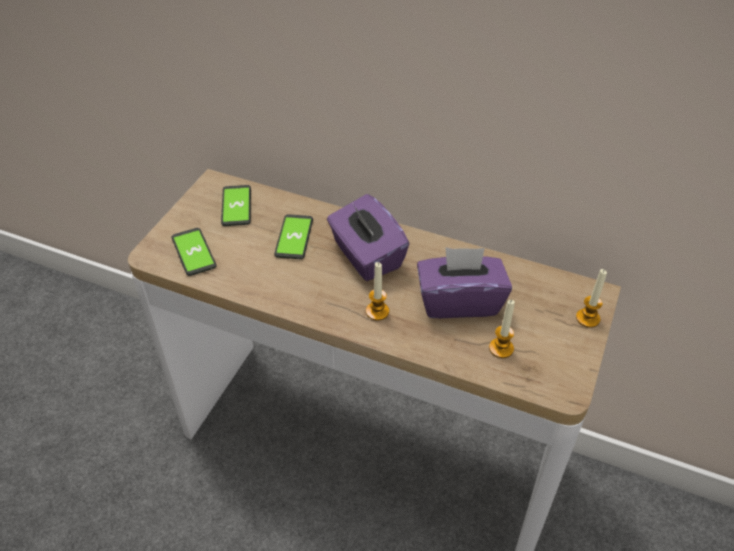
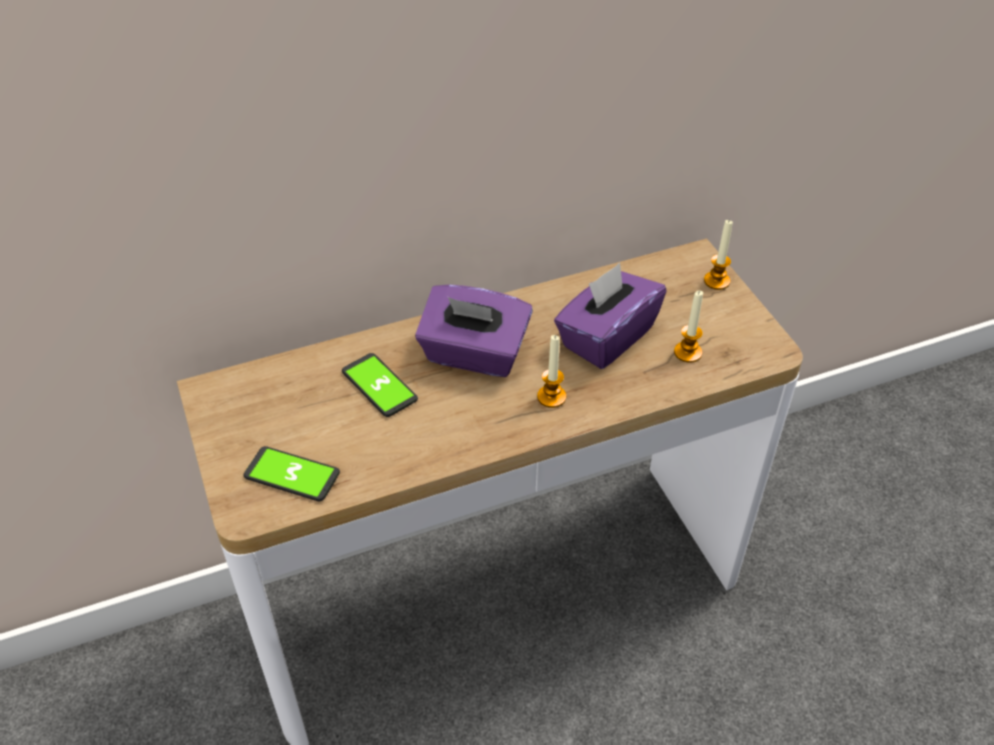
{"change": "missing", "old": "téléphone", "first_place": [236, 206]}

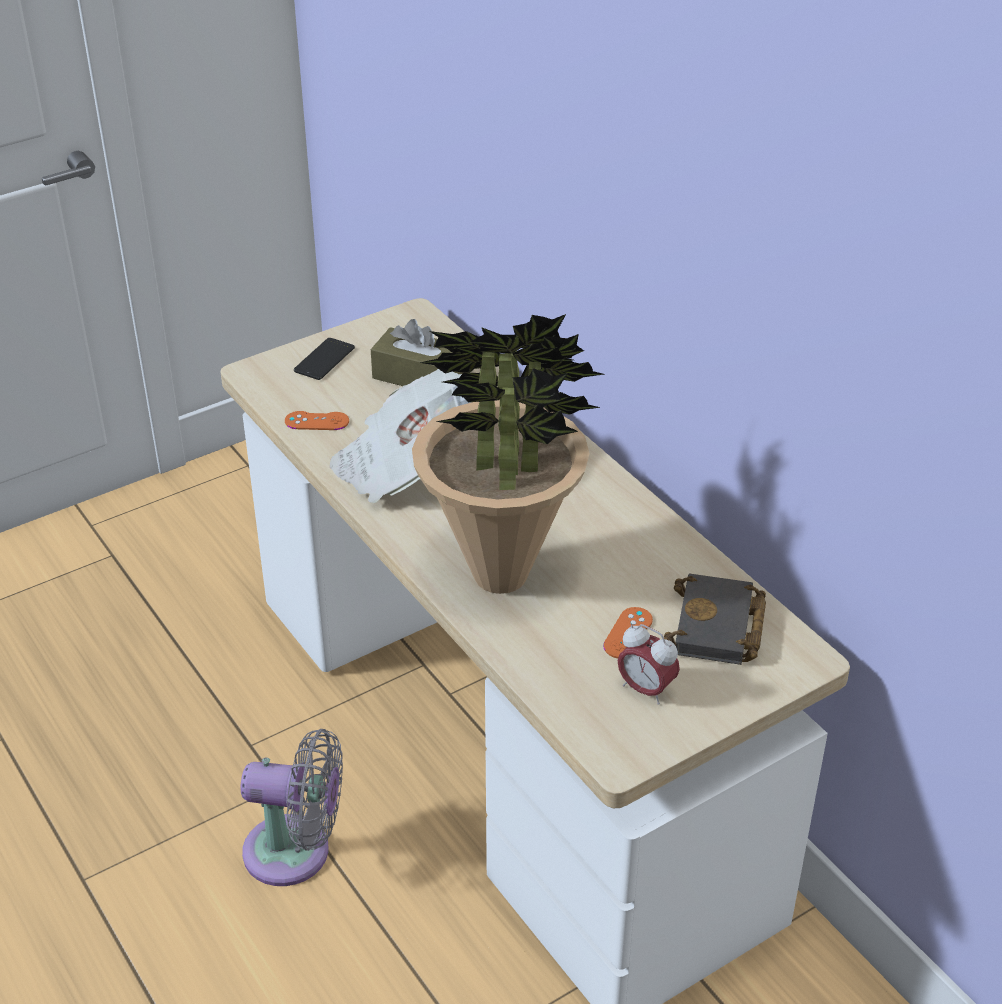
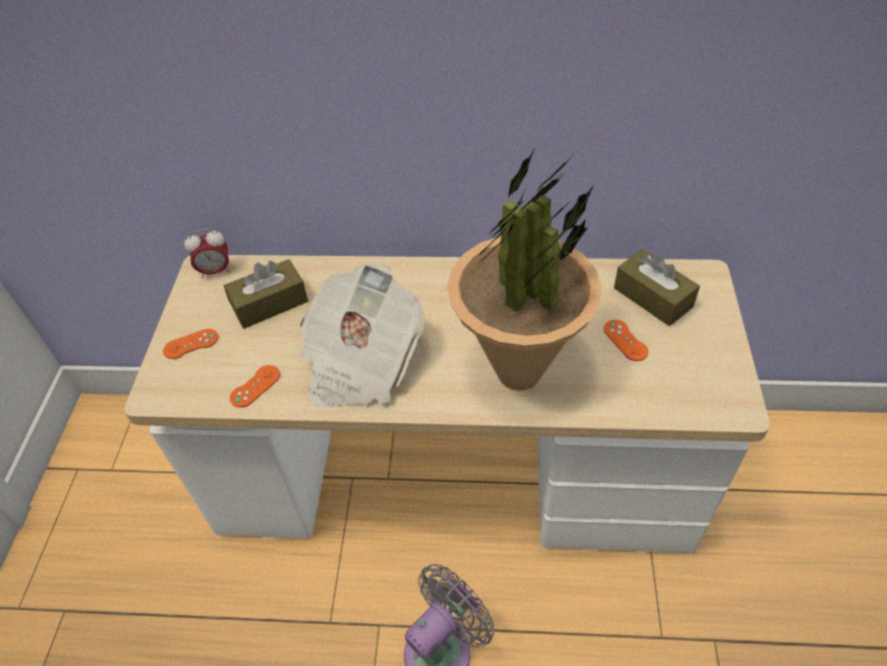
{"change": "relocated", "old": "réveil", "first_place": [646, 689], "second_place": [215, 271]}
{"change": "exchanged", "old": "téléphone", "new": "manette (orange)", "first_place": [324, 359], "second_place": [191, 344]}
{"change": "exchanged", "old": "livre (noir)", "new": "boîte à mouchoirs (marron)", "first_place": [718, 629], "second_place": [652, 297]}

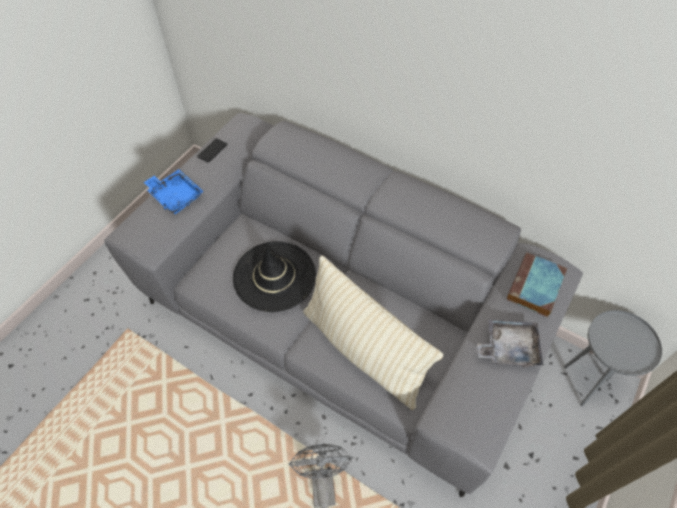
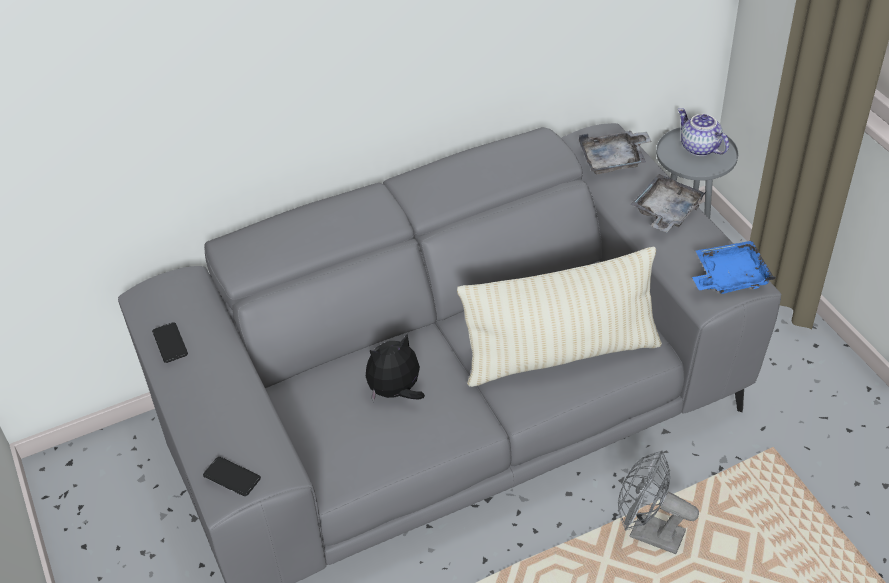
{"change": "appeared", "new": "téléphone", "second_place": [232, 477]}
{"change": "appeared", "new": "théière", "second_place": [698, 148]}
{"change": "relocated", "old": "plateau (bleu)", "first_place": [175, 196], "second_place": [729, 277]}
{"change": "exchanged", "old": "chapeau (noir)", "new": "peluche", "first_place": [274, 276], "second_place": [396, 392]}
{"change": "exchanged", "old": "livre", "new": "plateau (gris)", "first_place": [535, 288], "second_place": [614, 160]}

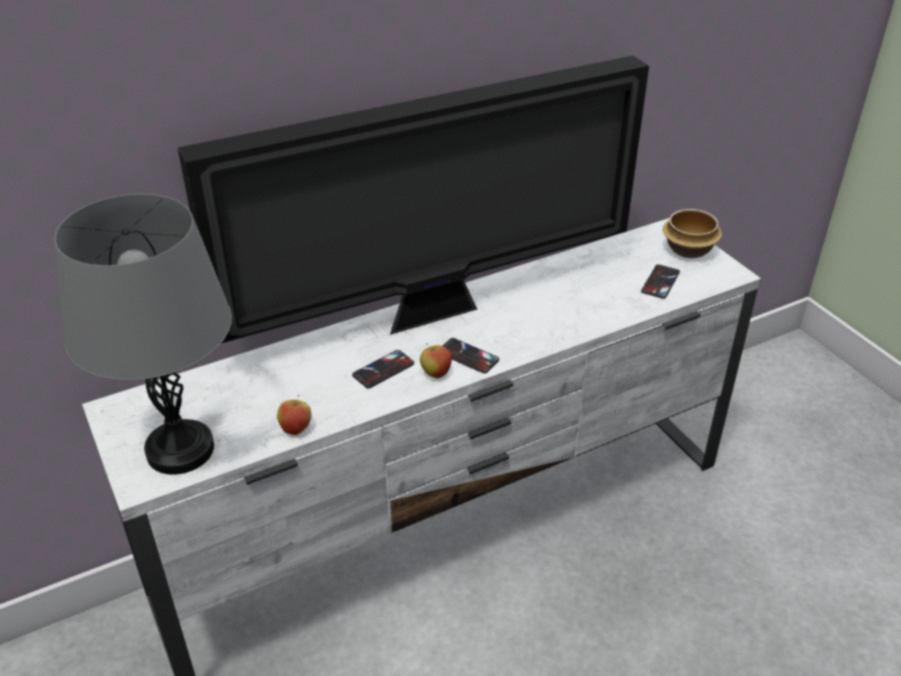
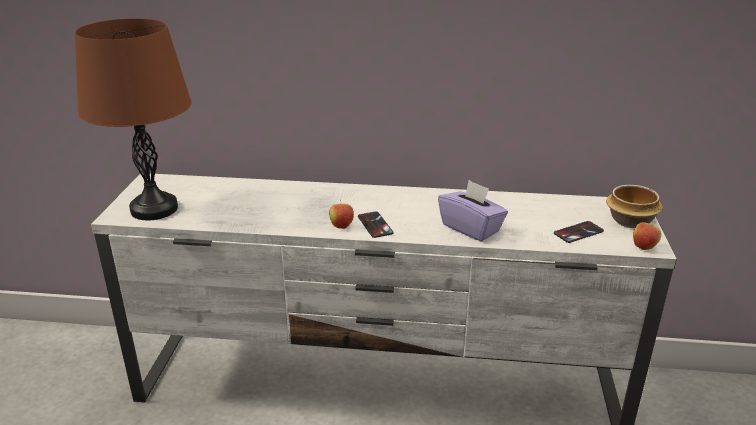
{"change": "missing", "old": "téléviseur", "first_place": [435, 312]}
{"change": "missing", "old": "téléphone", "first_place": [383, 369]}
{"change": "appeared", "new": "boîte à mouchoirs (violet)", "second_place": [471, 228]}
{"change": "relocated", "old": "pomme", "first_place": [296, 429], "second_place": [644, 247]}
{"change": "colour", "old": "lampe de table (gris)", "new": "lampe de table (marron)", "first_place": [180, 450], "second_place": [154, 209]}

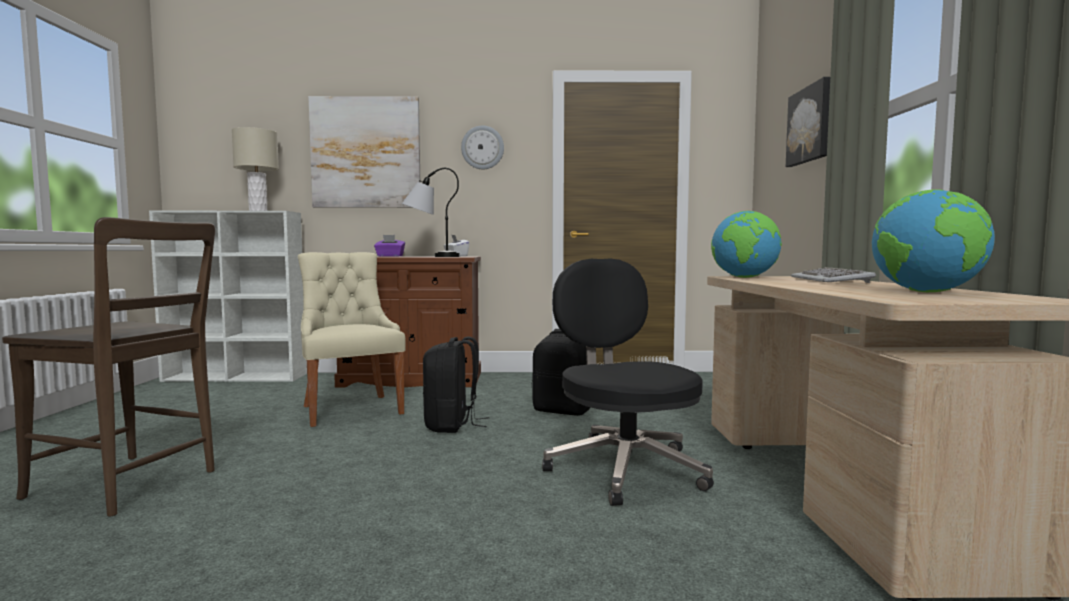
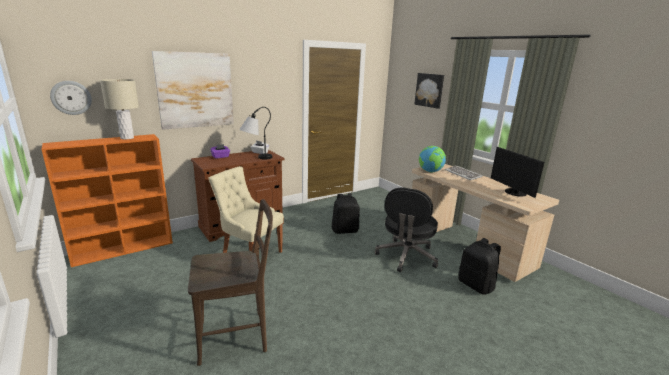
{"change": "relocated", "old": "sac à dos (noir)", "first_place": [452, 425], "second_place": [476, 285]}
{"change": "relocated", "old": "horloge murale", "first_place": [482, 147], "second_place": [71, 97]}
{"change": "exchanged", "old": "globe", "new": "écran d'ordinateur", "first_place": [927, 292], "second_place": [513, 193]}
{"change": "colour", "old": "bibliothèque (blanc)", "new": "bibliothèque (orange)", "first_place": [237, 377], "second_place": [124, 249]}
{"change": "spun", "old": "chaise de bureau (noir)", "first_place": [624, 468], "second_place": [406, 256], "degrees": -105}

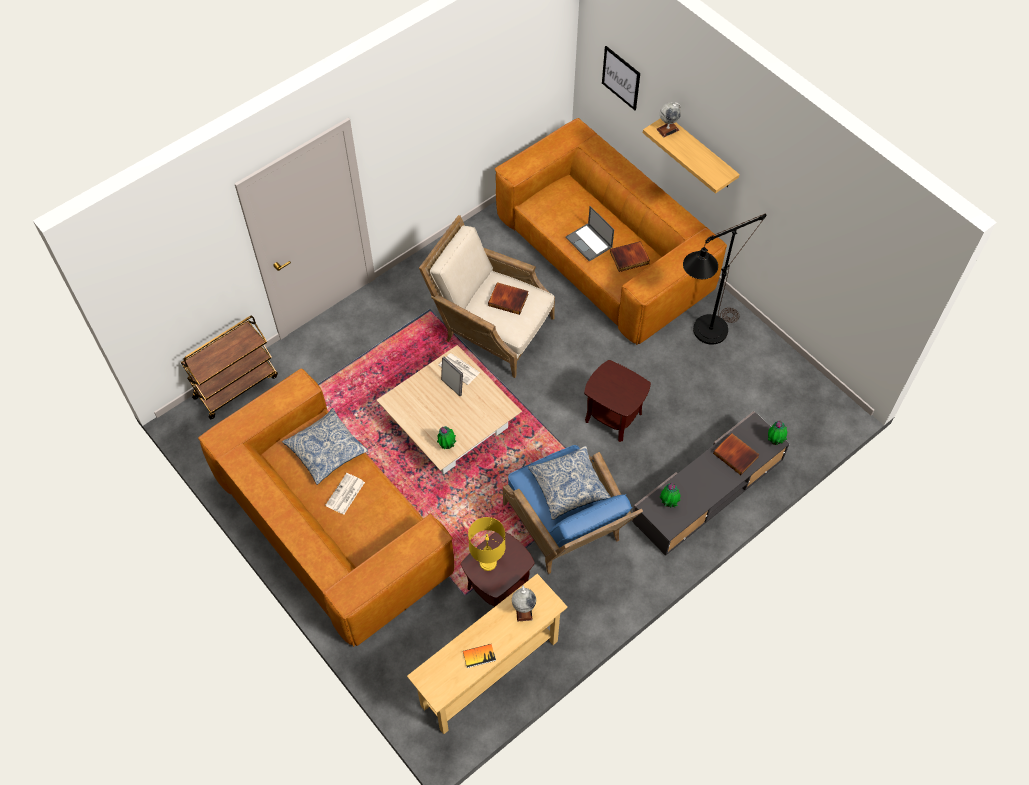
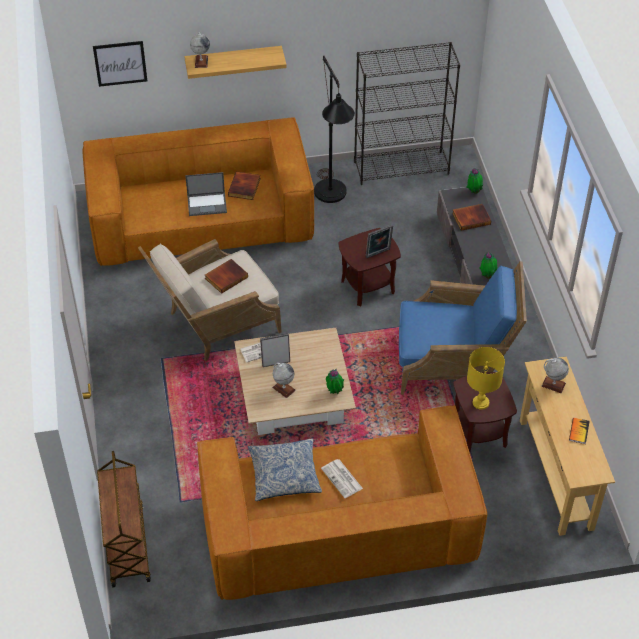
{"change": "missing", "old": "coussin", "first_place": [568, 486]}
{"change": "appeared", "new": "globe", "second_place": [283, 388]}
{"change": "appeared", "new": "bibliothèque (noir)", "second_place": [402, 167]}
{"change": "appeared", "new": "cadre photo", "second_place": [378, 254]}

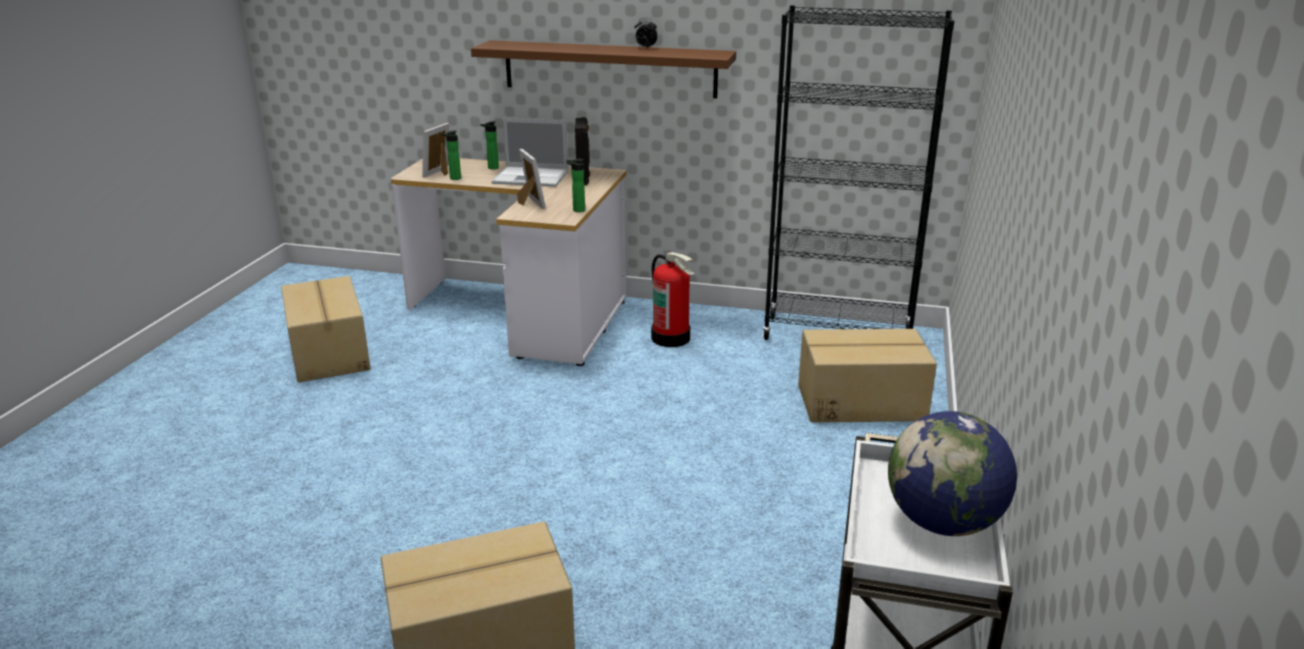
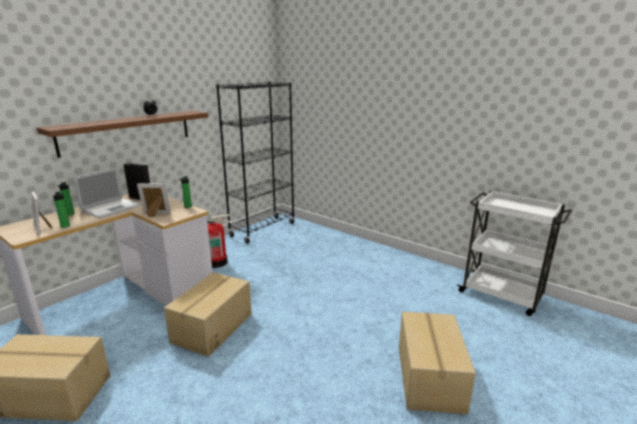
{"change": "missing", "old": "globe", "first_place": [943, 523]}
{"change": "relocated", "old": "carton", "first_place": [860, 402], "second_place": [211, 327]}

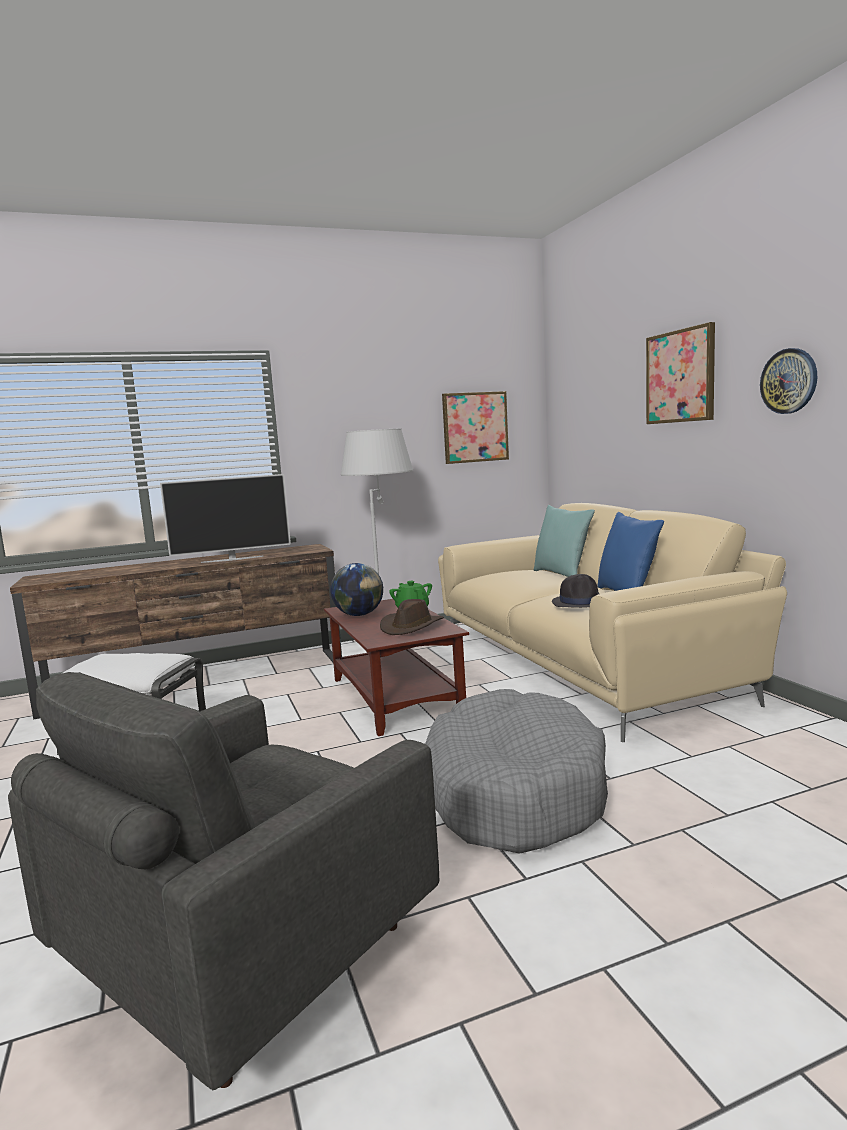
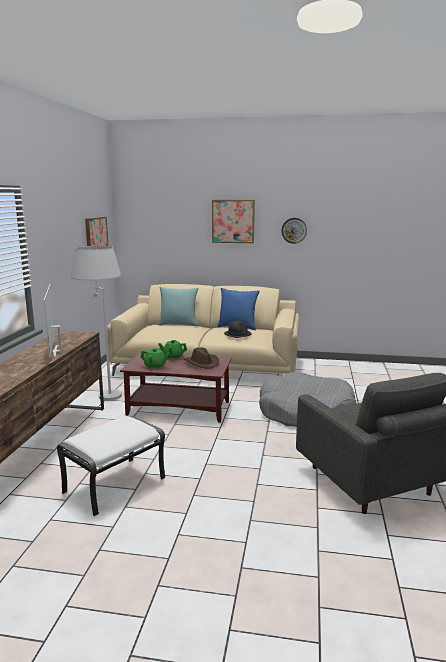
{"change": "exchanged", "old": "globe", "new": "théière (vert)", "first_place": [358, 615], "second_place": [155, 366]}
{"change": "spun", "old": "téléviseur", "first_place": [232, 559], "second_place": [57, 351], "degrees": 150}

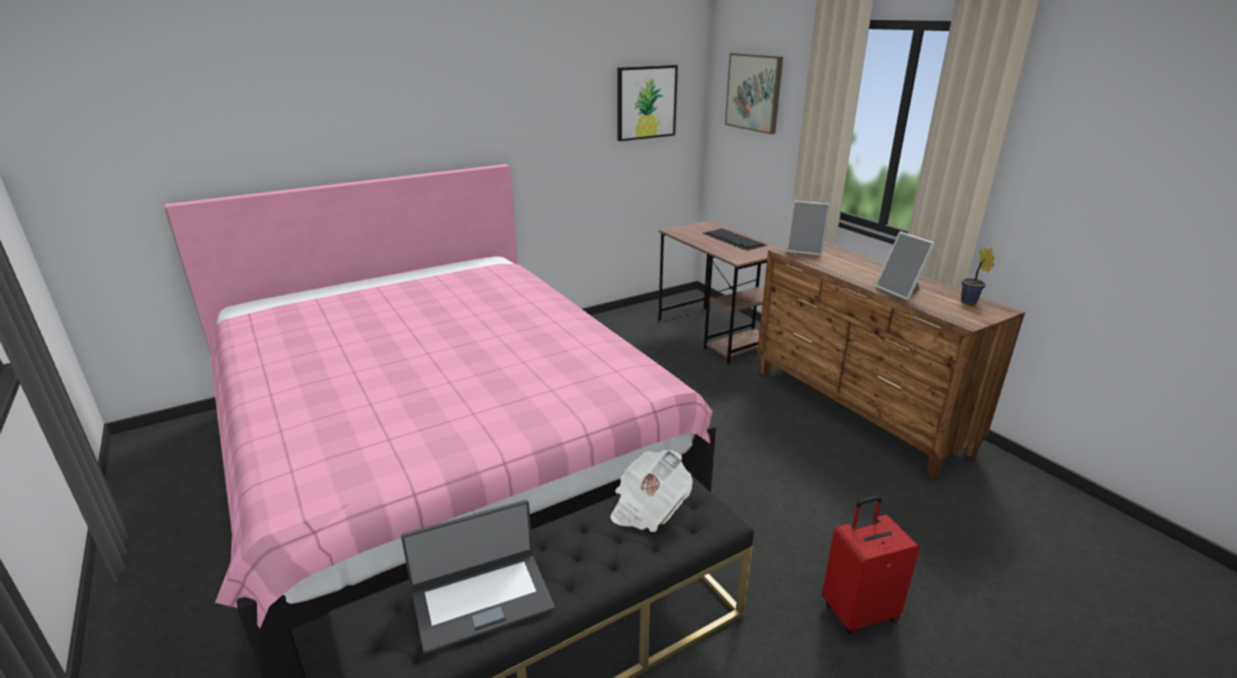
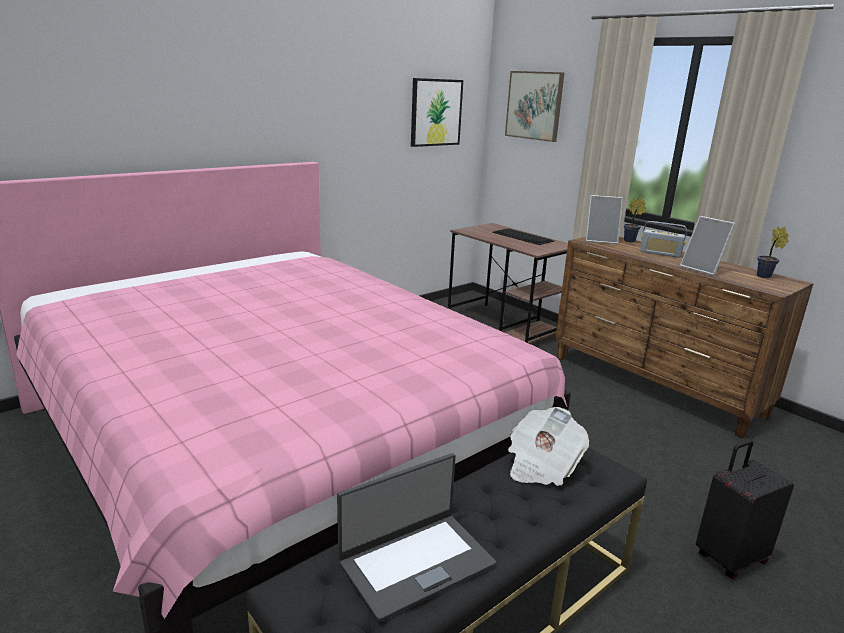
{"change": "appeared", "new": "plante en pot", "second_place": [631, 241]}
{"change": "appeared", "new": "radio", "second_place": [660, 253]}
{"change": "colour", "old": "valise (rouge)", "new": "valise (noir)", "first_place": [858, 612], "second_place": [729, 557]}

